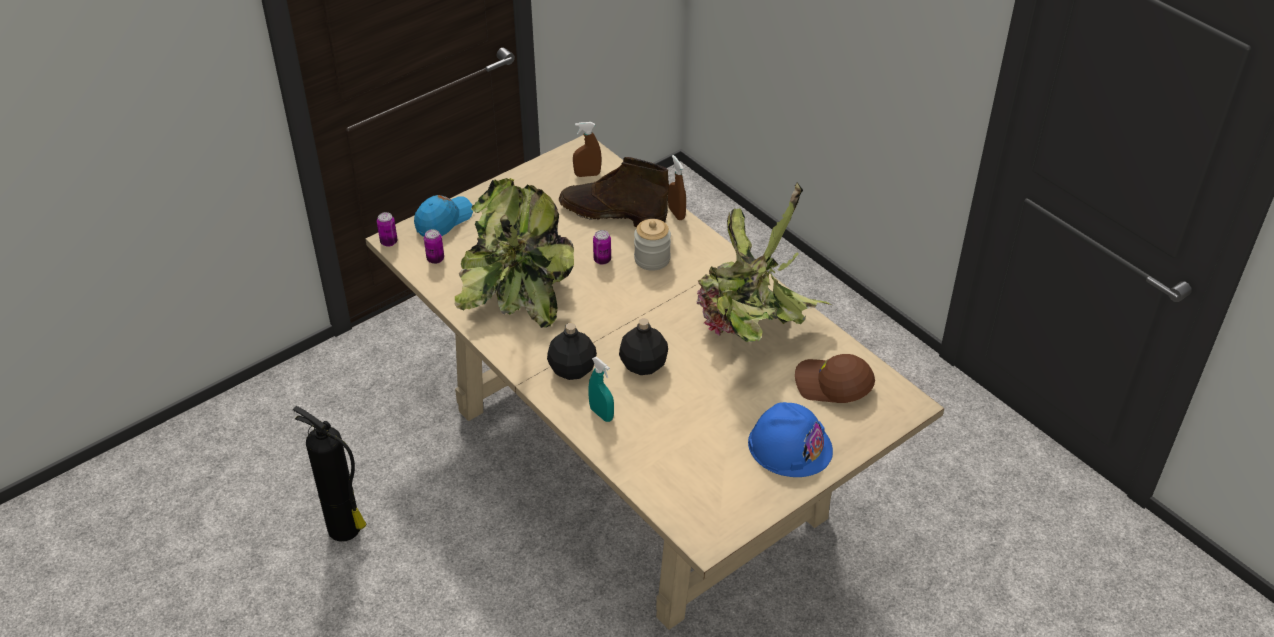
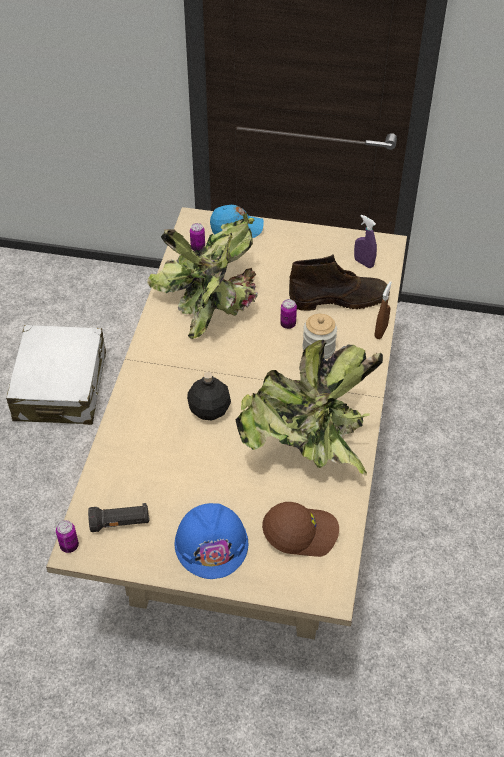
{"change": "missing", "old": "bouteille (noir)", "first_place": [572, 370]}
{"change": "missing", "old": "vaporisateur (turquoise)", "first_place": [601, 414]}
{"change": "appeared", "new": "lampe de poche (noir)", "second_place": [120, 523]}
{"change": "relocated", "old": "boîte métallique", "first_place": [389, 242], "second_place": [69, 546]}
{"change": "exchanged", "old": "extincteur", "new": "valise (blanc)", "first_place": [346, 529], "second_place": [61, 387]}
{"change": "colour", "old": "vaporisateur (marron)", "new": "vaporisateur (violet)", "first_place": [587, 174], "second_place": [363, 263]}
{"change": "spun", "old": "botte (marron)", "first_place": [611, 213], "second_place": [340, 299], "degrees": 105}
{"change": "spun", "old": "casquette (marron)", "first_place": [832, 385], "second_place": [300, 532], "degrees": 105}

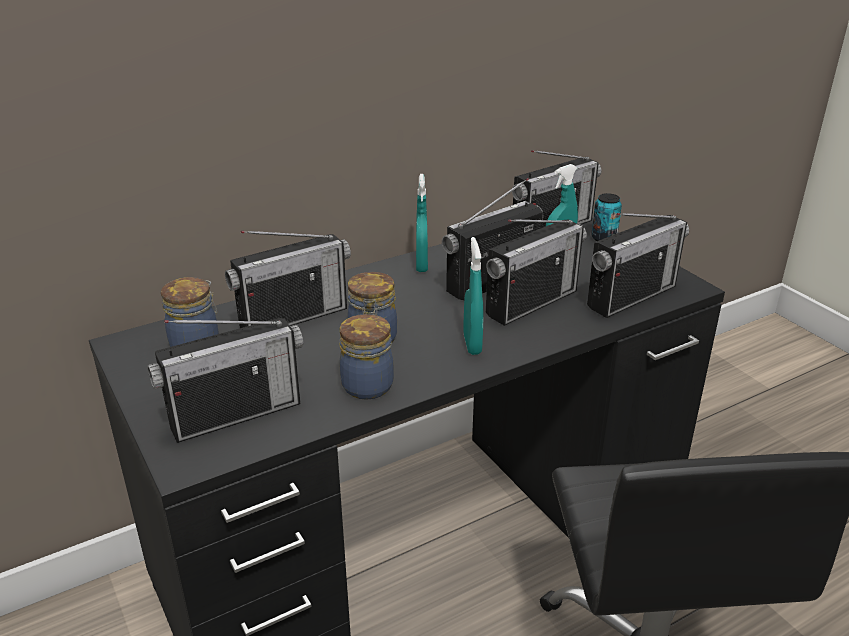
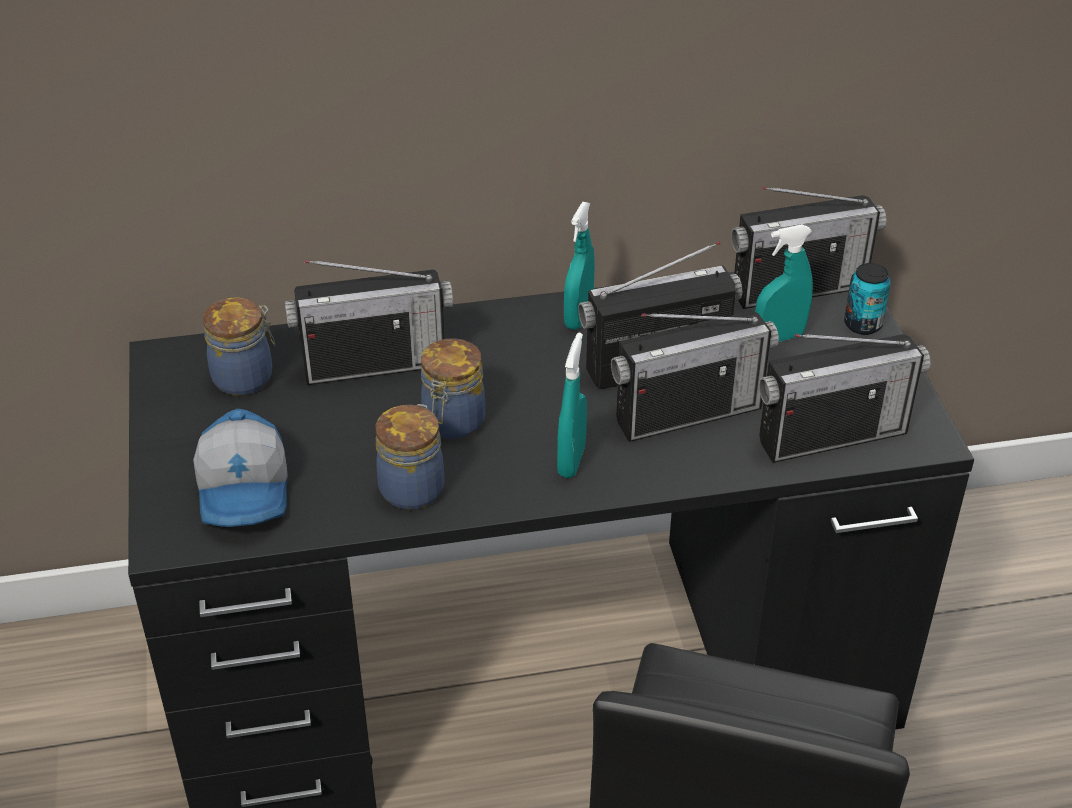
{"change": "exchanged", "old": "radio", "new": "casquette", "first_place": [235, 414], "second_place": [246, 490]}

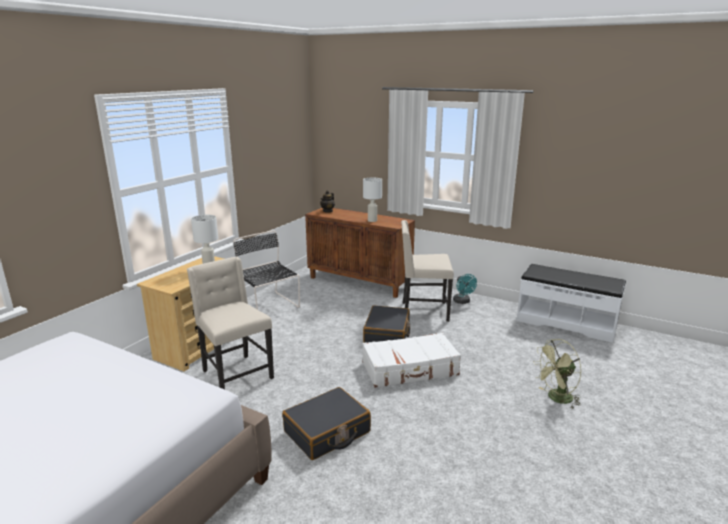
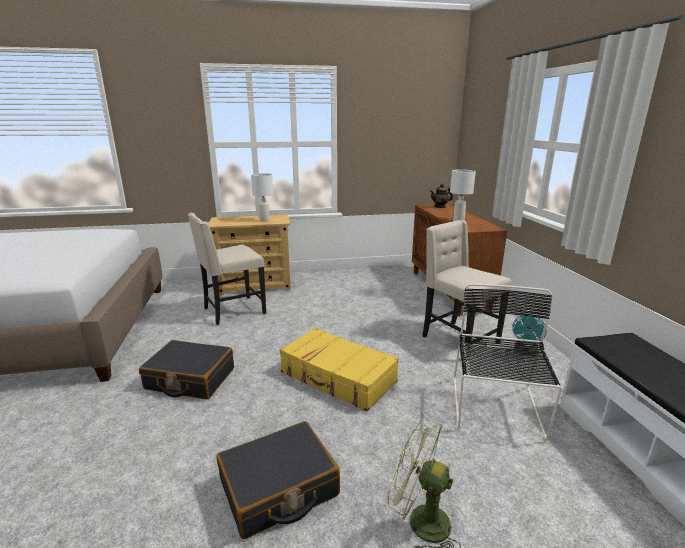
{"change": "relocated", "old": "chaise (noir)", "first_place": [268, 306], "second_place": [496, 409]}
{"change": "relocated", "old": "valise (noir)", "first_place": [387, 334], "second_place": [279, 488]}
{"change": "colour", "old": "valise (blanc)", "new": "valise (jaune)", "first_place": [410, 369], "second_place": [337, 377]}
{"change": "spun", "old": "chaise (beige)", "first_place": [235, 374], "second_place": [233, 311], "degrees": -135}

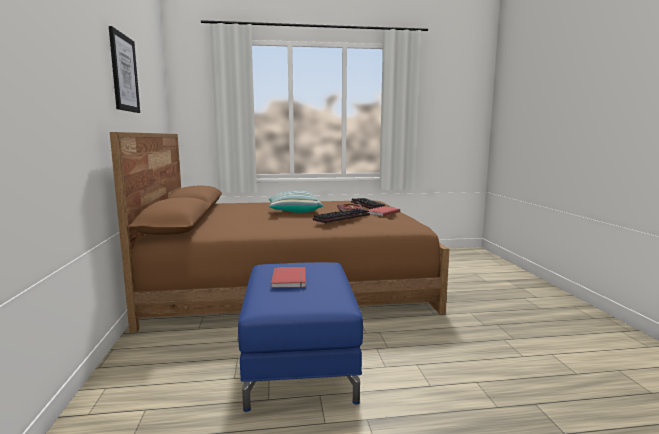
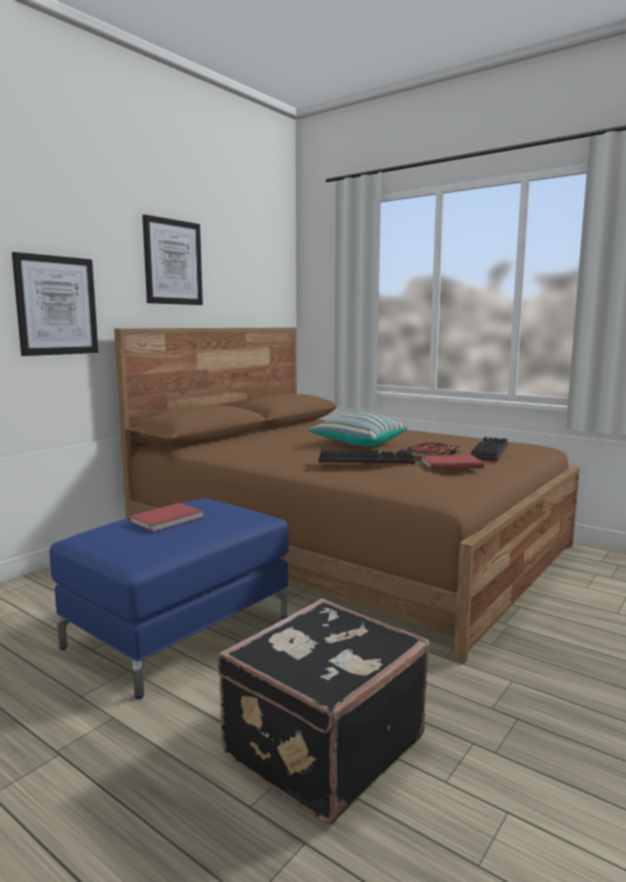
{"change": "appeared", "new": "tableau", "second_place": [56, 305]}
{"change": "appeared", "new": "valise (noir)", "second_place": [320, 745]}

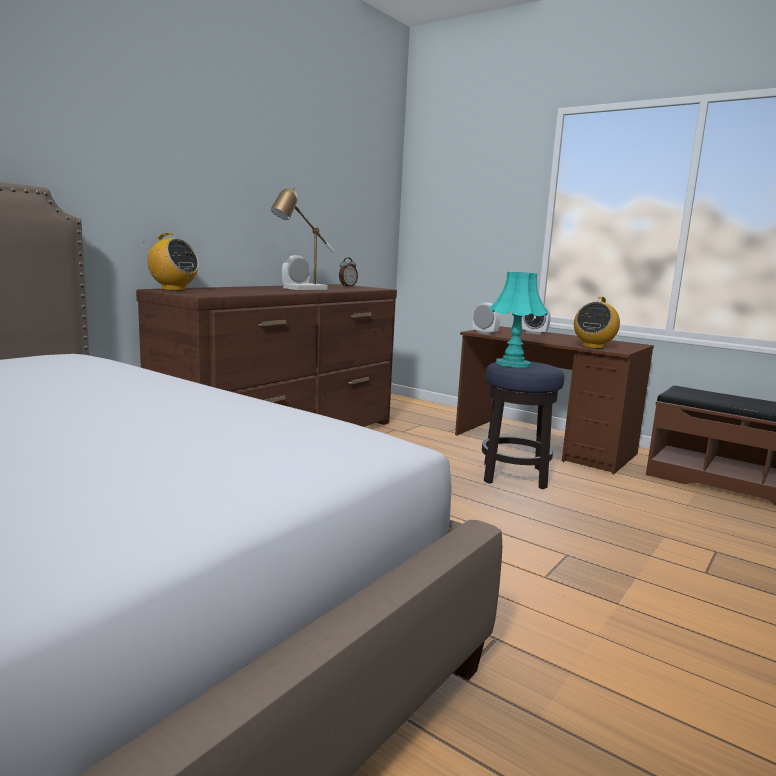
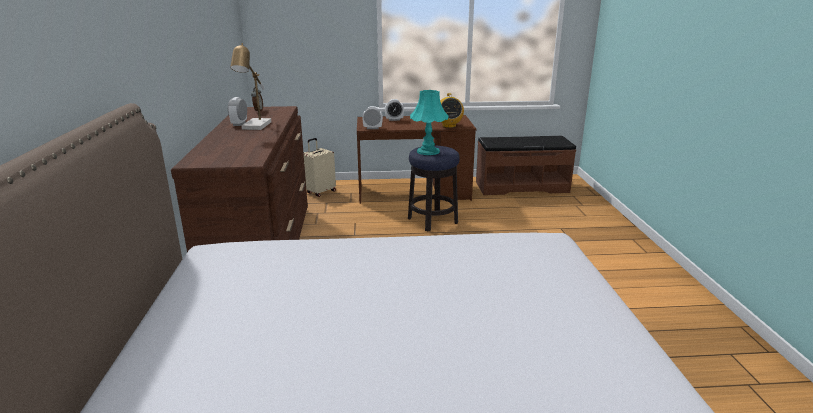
{"change": "missing", "old": "radio", "first_place": [173, 289]}
{"change": "appeared", "new": "valise (beige)", "second_place": [320, 192]}

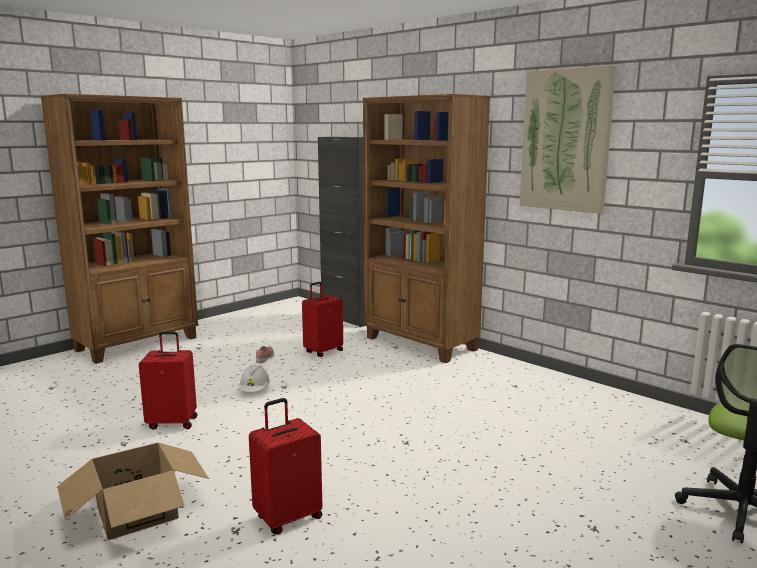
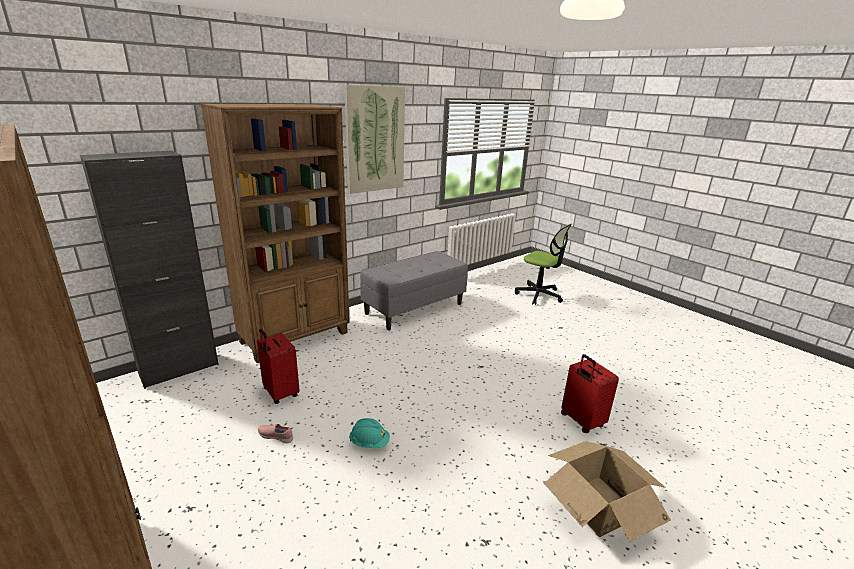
{"change": "missing", "old": "valise (rouge)", "first_place": [173, 422]}
{"change": "appeared", "new": "banc (gris)", "second_place": [414, 308]}
{"change": "colour", "old": "casque de chantier (blanc)", "new": "casque de chantier (turquoise)", "first_place": [255, 390], "second_place": [369, 443]}

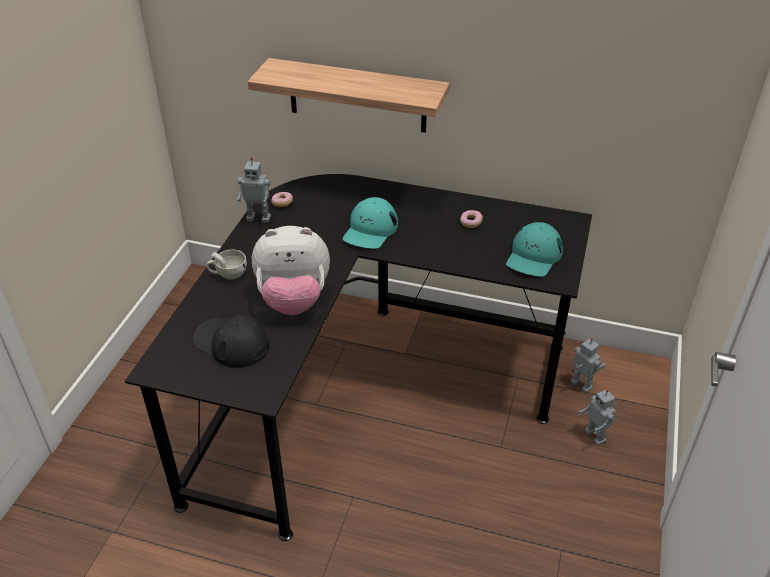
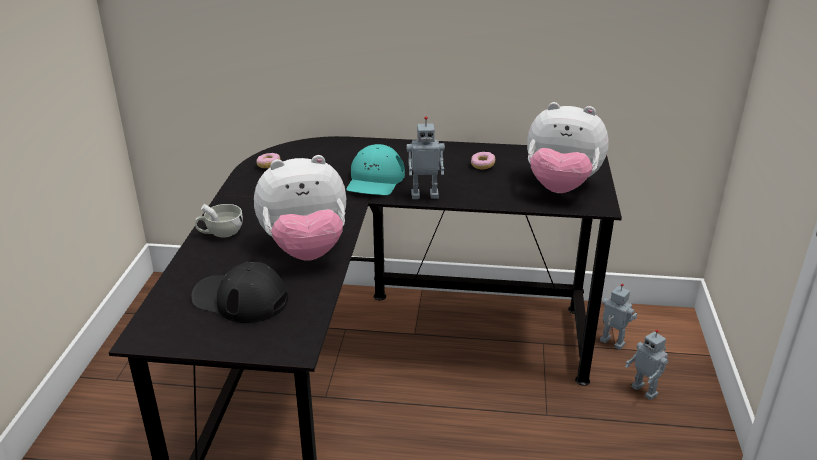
{"change": "missing", "old": "étagère", "first_place": [357, 96]}
{"change": "relocated", "old": "robot jouet", "first_place": [259, 218], "second_place": [424, 195]}
{"change": "exchanged", "old": "casquette (turquoise)", "new": "peluche", "first_place": [533, 256], "second_place": [561, 187]}

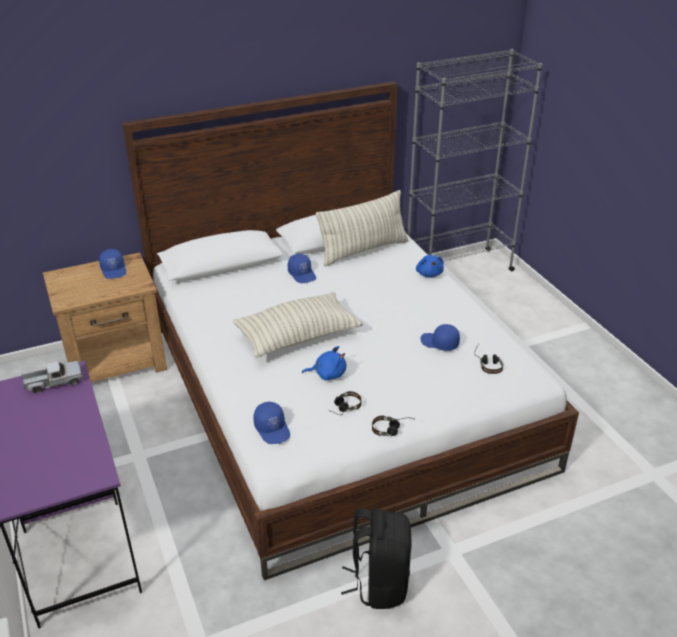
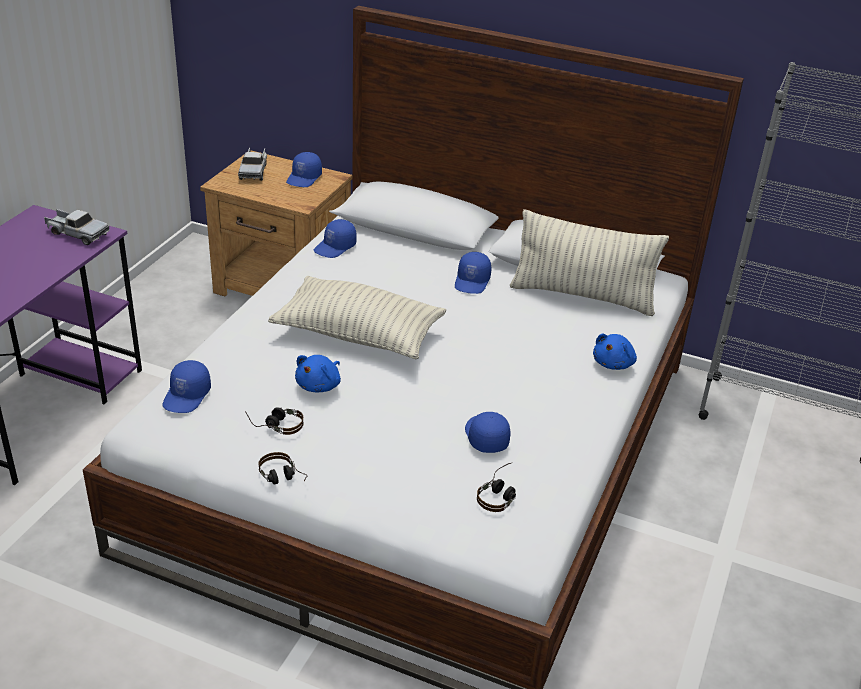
{"change": "missing", "old": "sac à dos (noir)", "first_place": [379, 583]}
{"change": "appeared", "new": "camion jouet", "second_place": [254, 171]}
{"change": "appeared", "new": "casquette (bleu)", "second_place": [335, 247]}
{"change": "spun", "old": "peluche (bleu)", "first_place": [328, 374], "second_place": [320, 385], "degrees": 75}

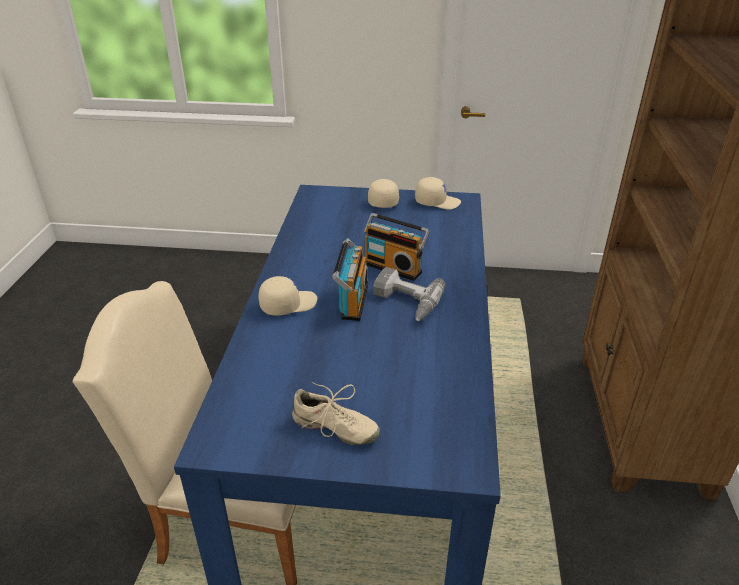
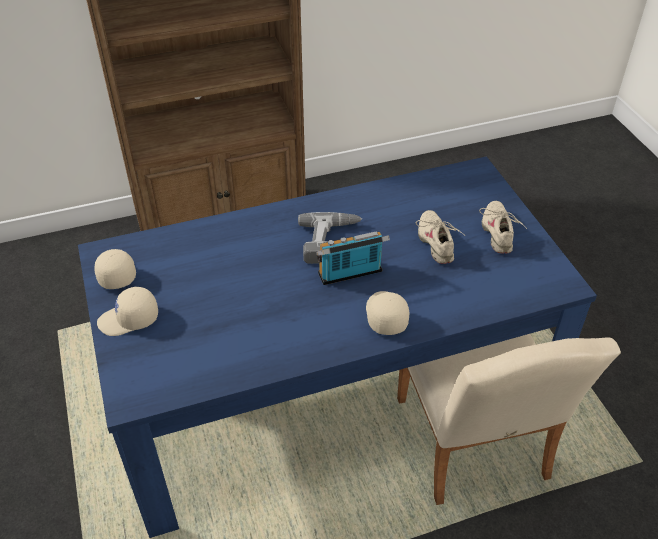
{"change": "missing", "old": "radio", "first_place": [394, 267]}
{"change": "appeared", "new": "chaussure (beige)", "second_place": [436, 242]}
{"change": "spun", "old": "casquette (beige)", "first_place": [288, 304], "second_place": [385, 315], "degrees": 45}

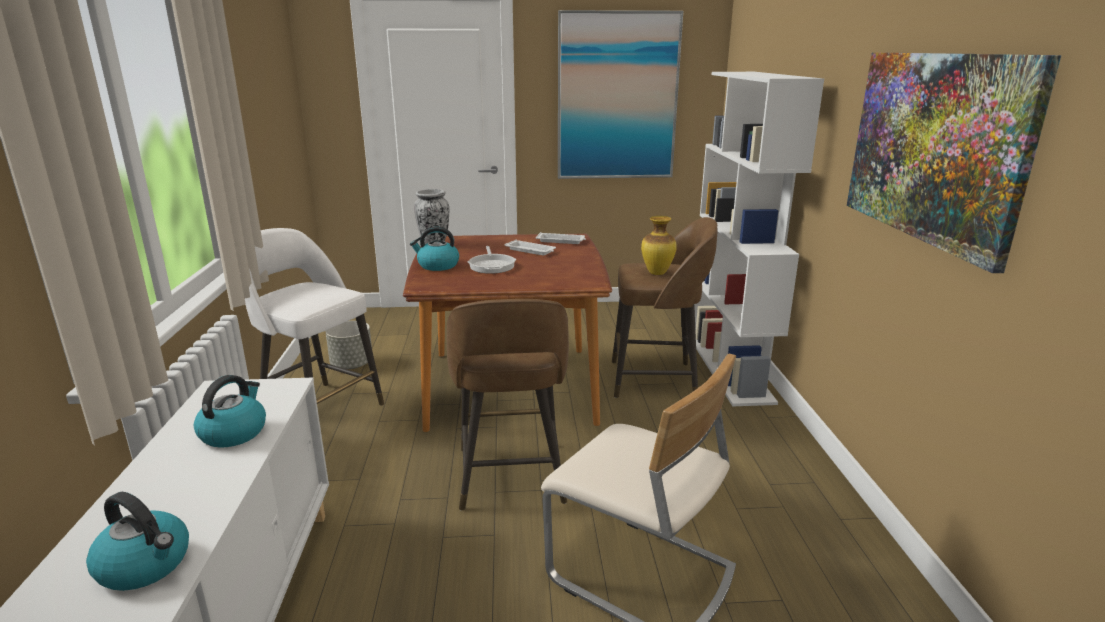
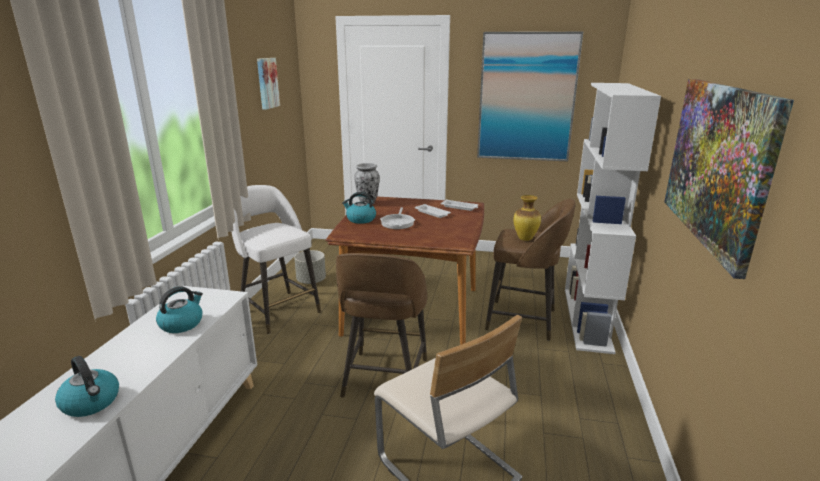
{"change": "appeared", "new": "tableau", "second_place": [266, 83]}

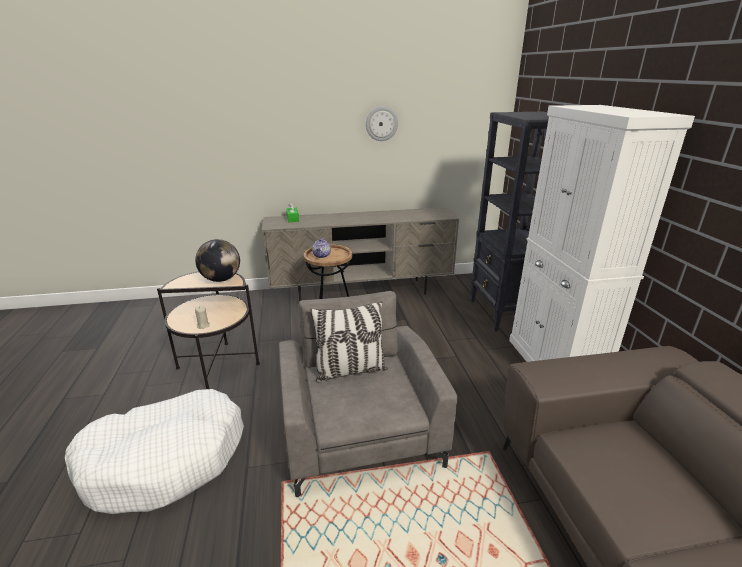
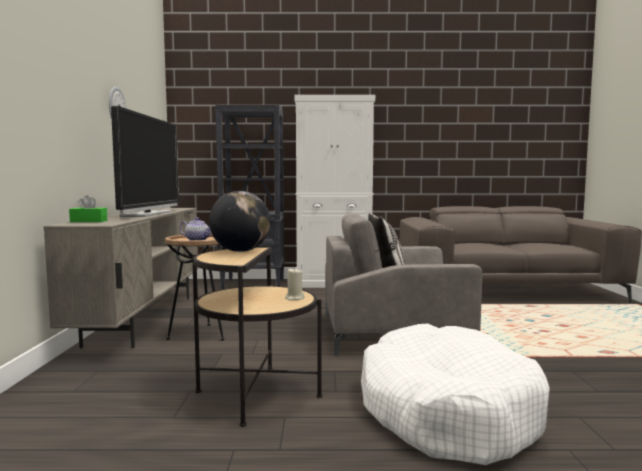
{"change": "appeared", "new": "téléviseur", "second_place": [148, 214]}

